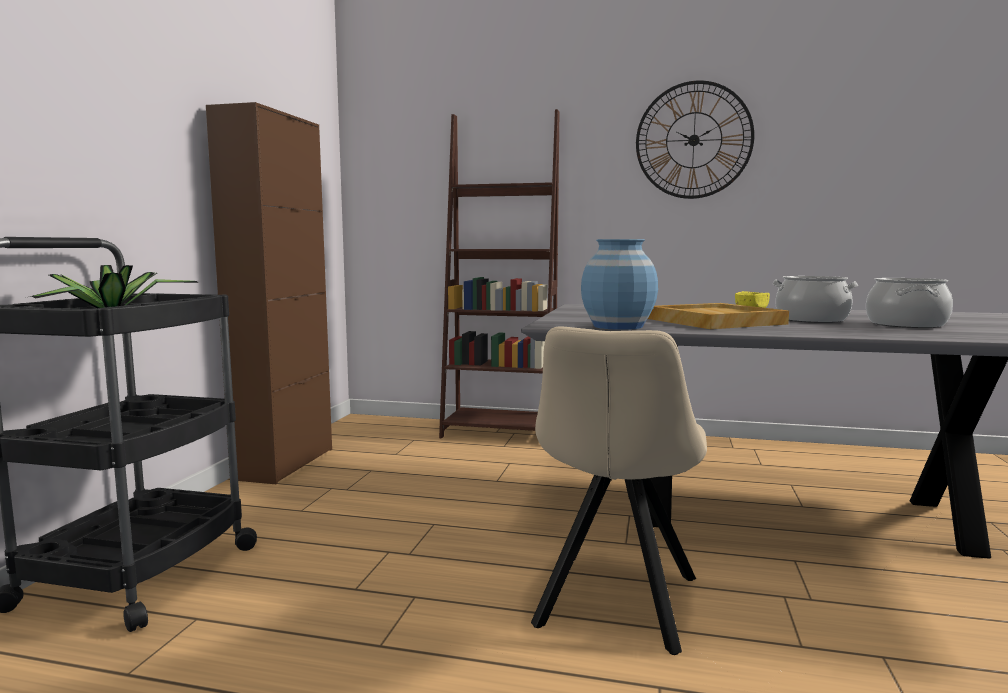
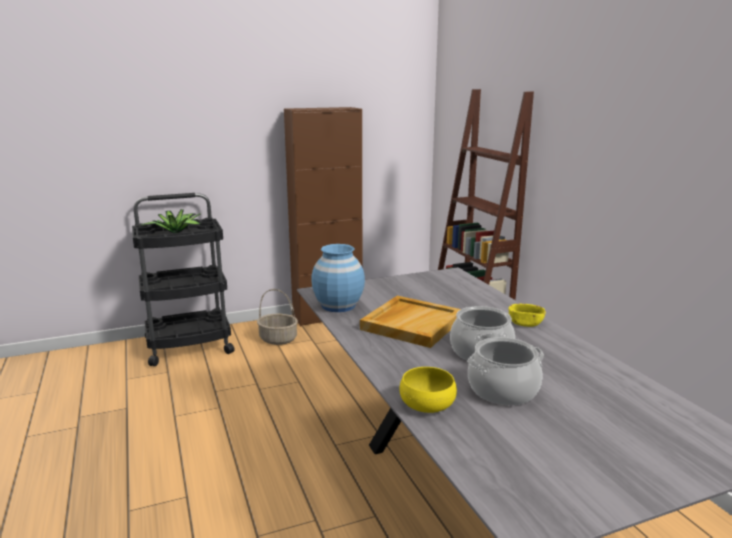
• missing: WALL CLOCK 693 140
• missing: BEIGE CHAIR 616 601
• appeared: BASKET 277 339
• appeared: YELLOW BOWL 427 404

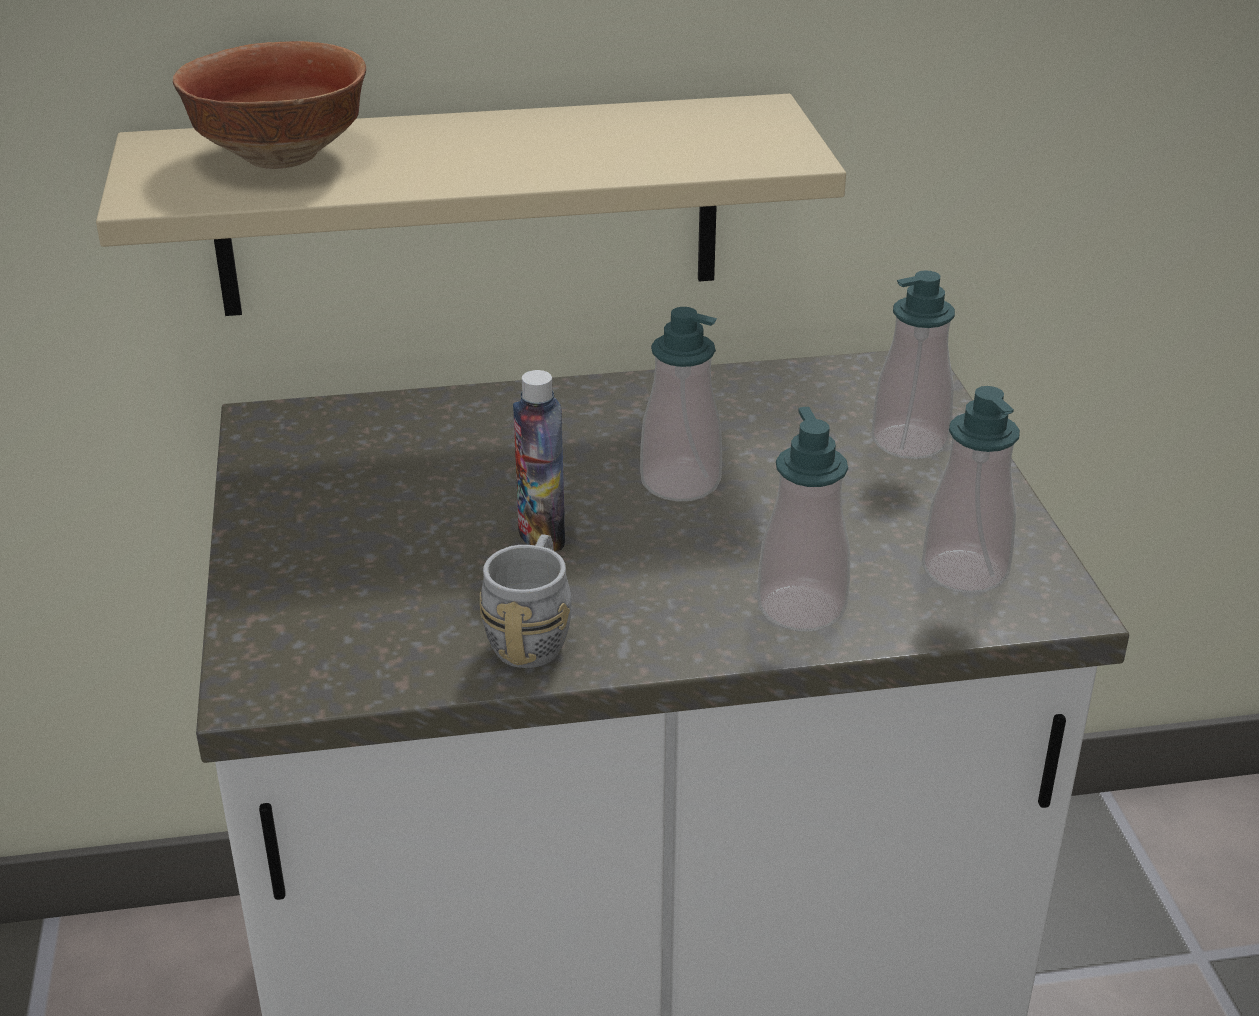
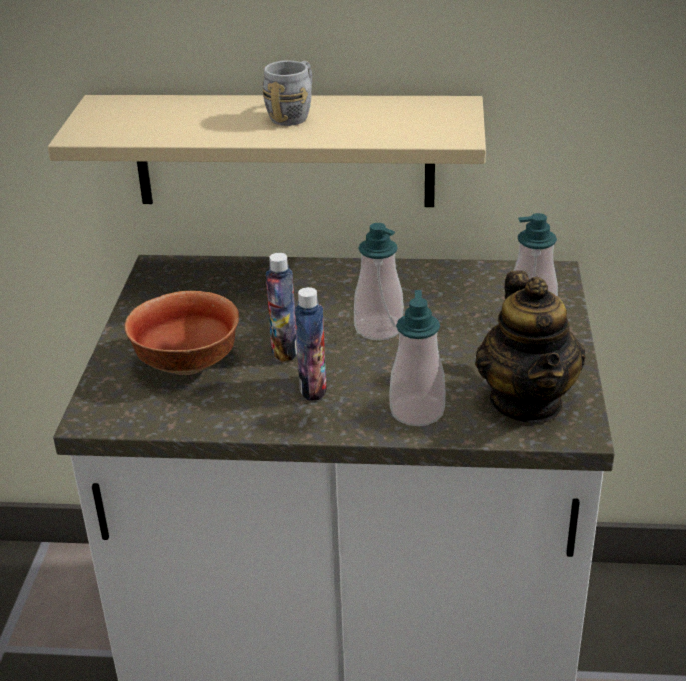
• relocated: BOWL 277 158 to 185 365
• exchanged: SOAP DISPENSER 964 571 to TEAPOT 527 402
• relocated: GREY MUG 533 634 to 294 114
• appeared: BOTTLE 313 388

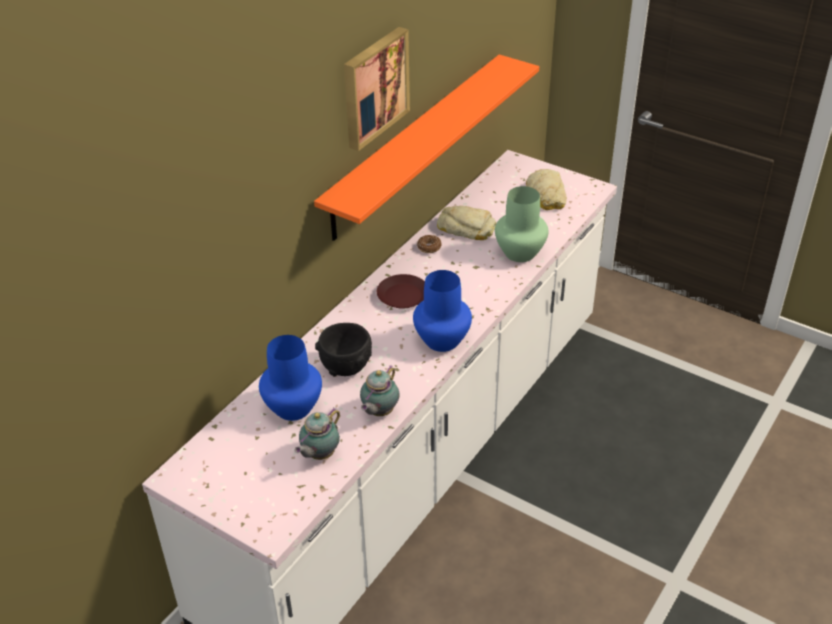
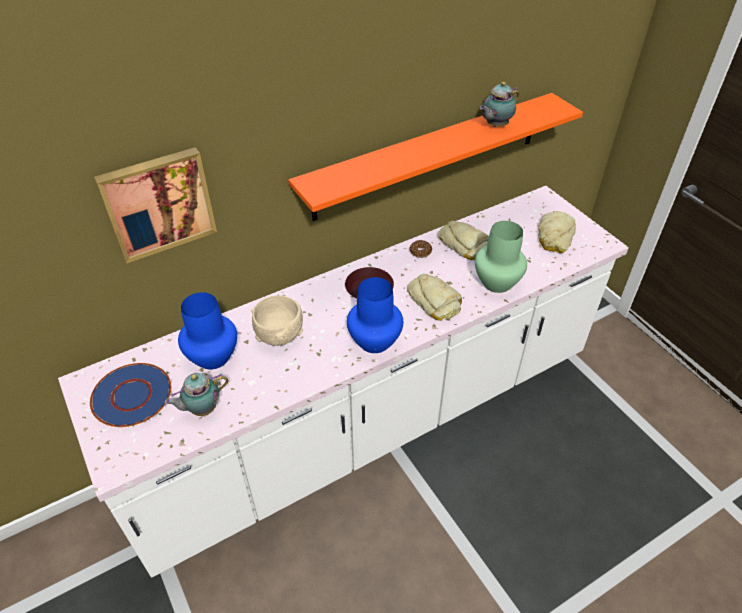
• relocated: PICTURE 373 87 to 158 203
• colour: BLACK BOWL 346 367 to BEIGE BOWL 279 336
• relocated: TEAPOT 379 412 to 495 125
• appeared: BREAD 434 301
• appeared: BLUE PLATE 132 396

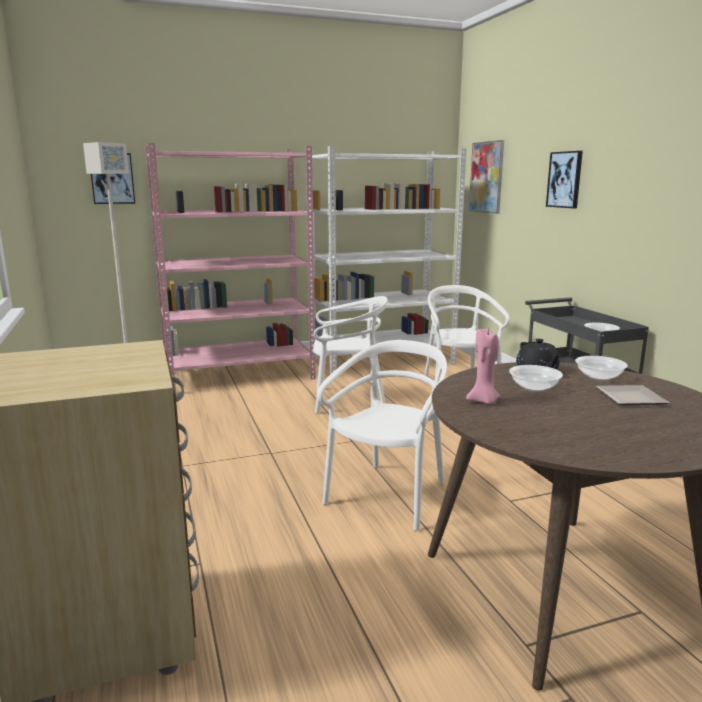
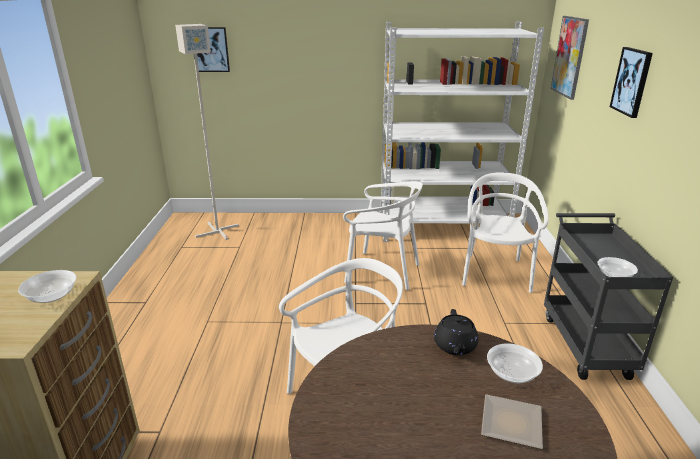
• missing: PINK BOOKCASE 239 375
• missing: PINK CANDLE 484 401
• relocated: BOWL 534 387 to 52 296

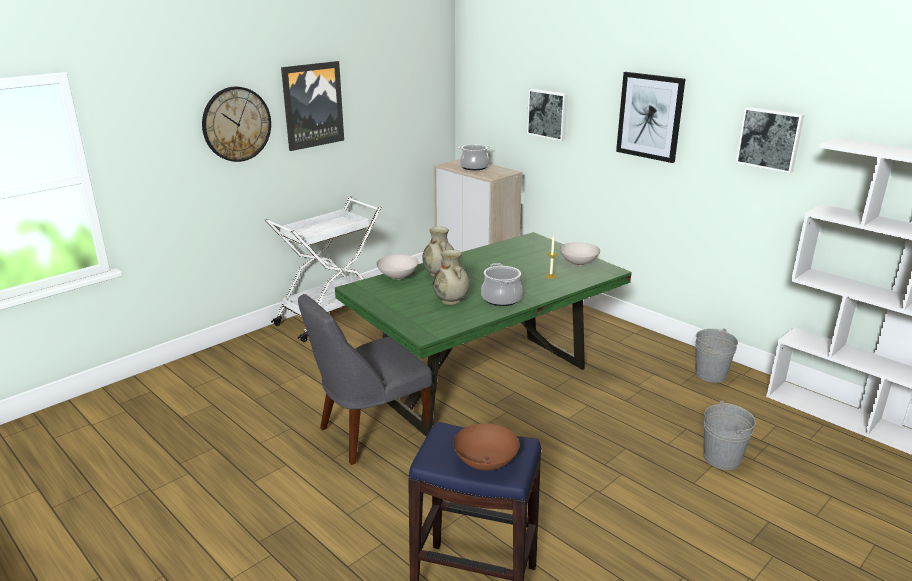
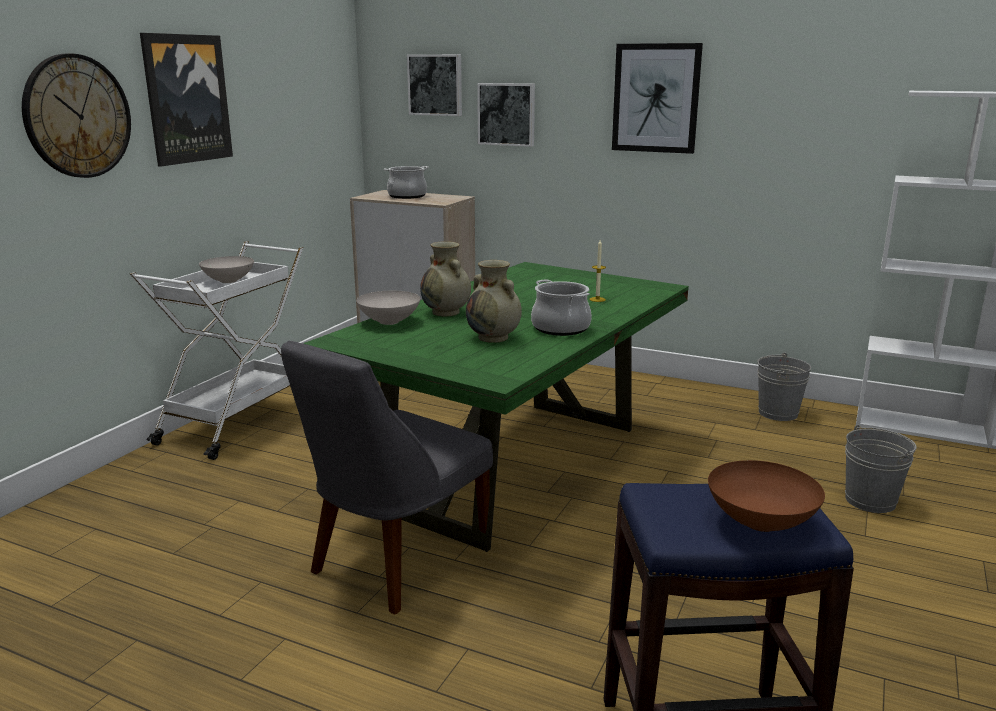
• relocated: PICTURE 770 139 to 436 85
• relocated: WHITE BOWL 578 263 to 228 281

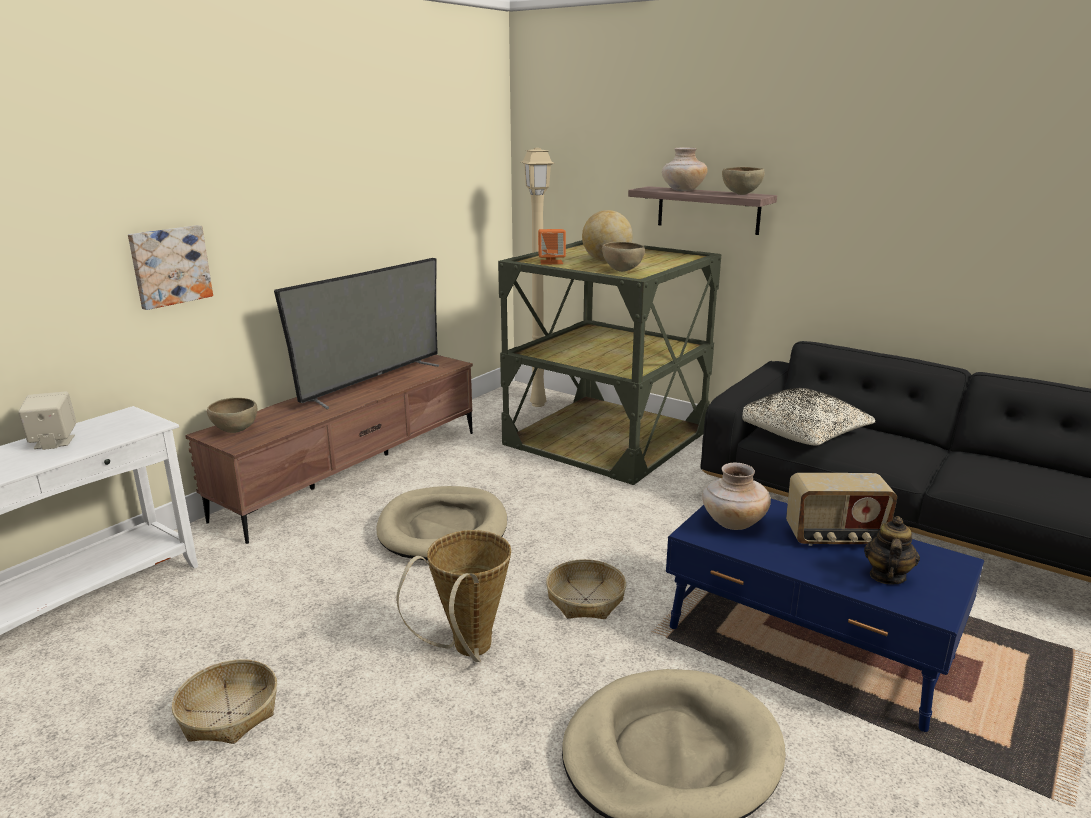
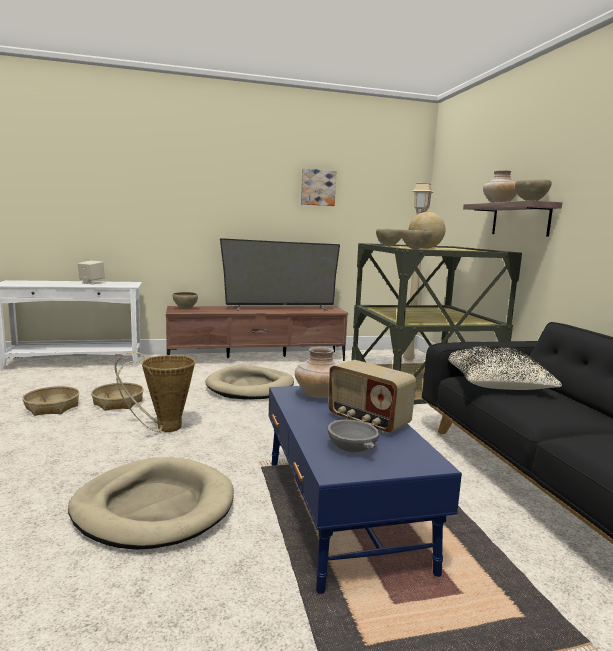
• relocated: PICTURE 170 266 to 318 187
• exchanged: ORANGE SPEAKER 551 262 to BROWN BOWL 388 246
• exchanged: TEAPOT 886 576 to GREY BOWL 351 446
• relocated: BASKET 585 599 to 118 403

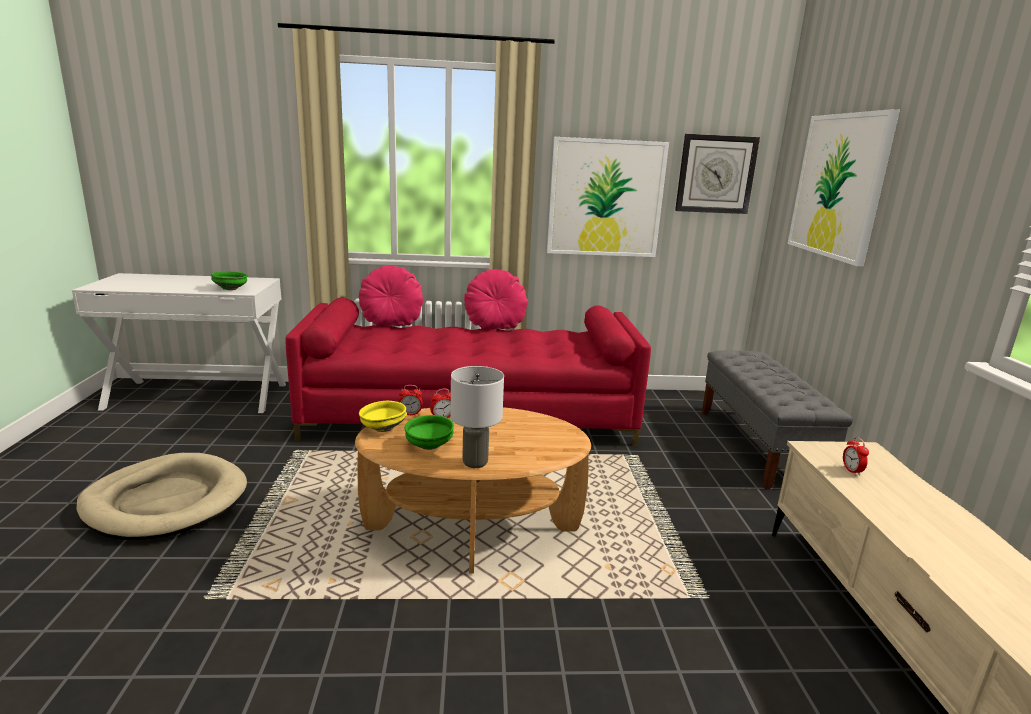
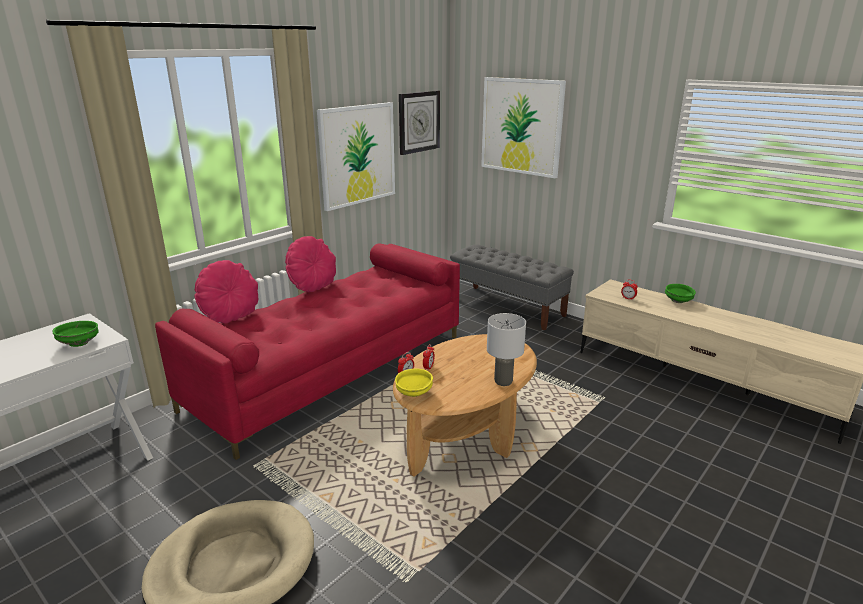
• relocated: GREEN BOWL 428 446 to 678 301

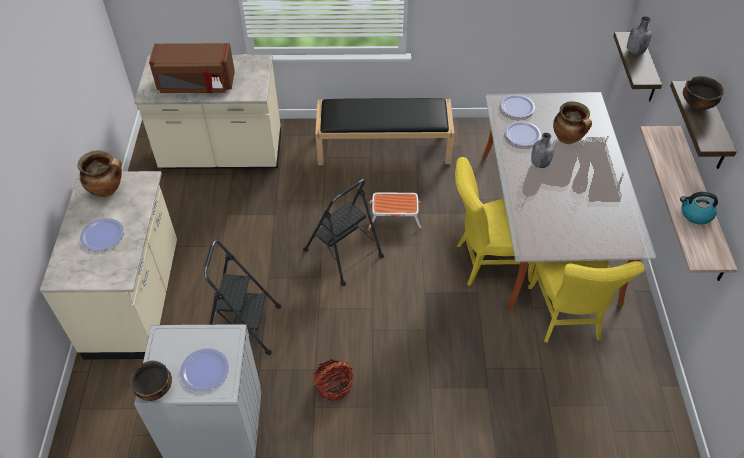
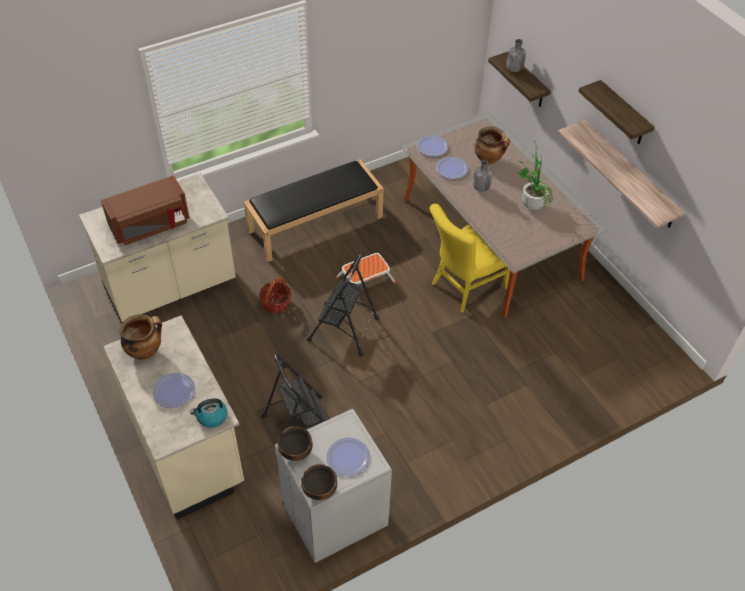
• relocated: BOWL 697 105 to 296 451
• relocated: KETTLE 695 214 to 211 417
• missing: YELLOW CHAIR 566 317
• relocated: BASKET 334 385 to 276 303
• appeared: POTTED PLANT 531 202

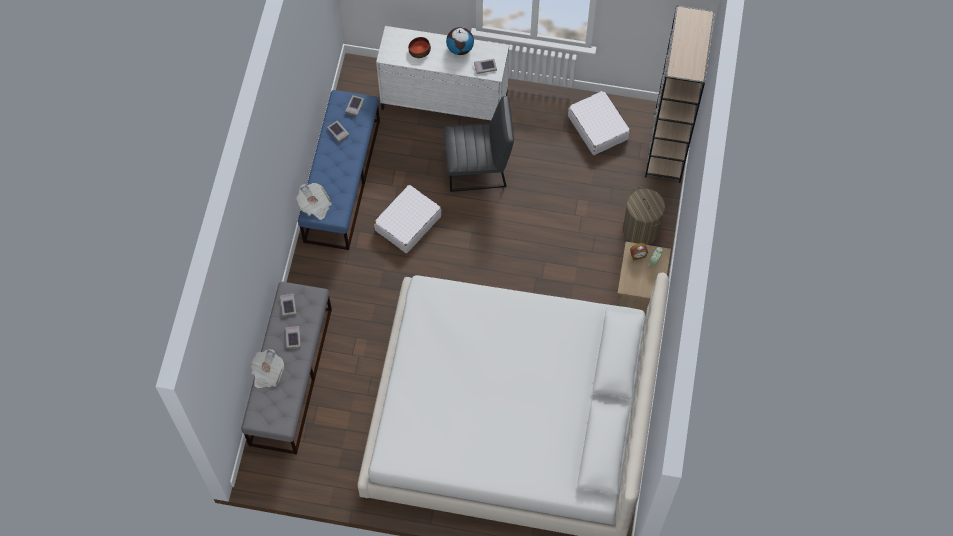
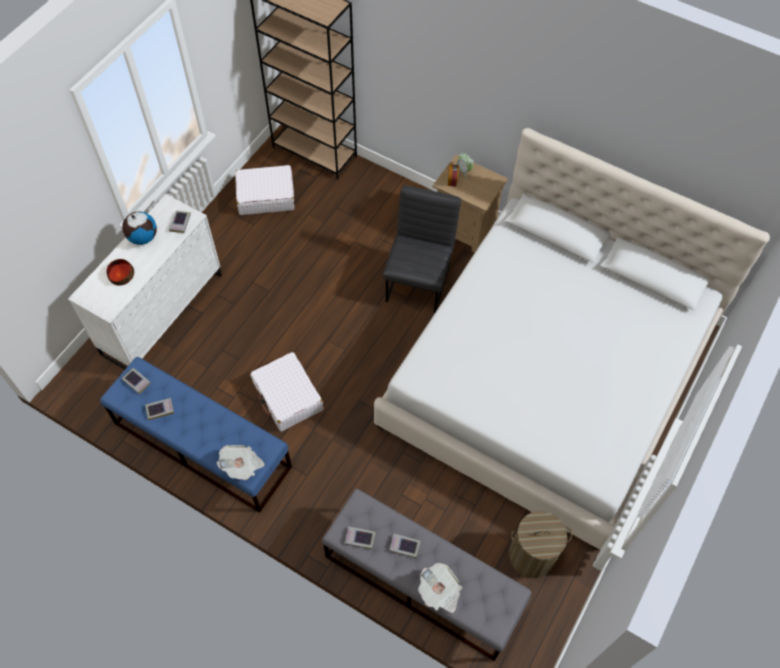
• relocated: GREY CHAIR 478 169 to 419 281
• relocated: LAUNDRY BASKET 640 229 to 532 555

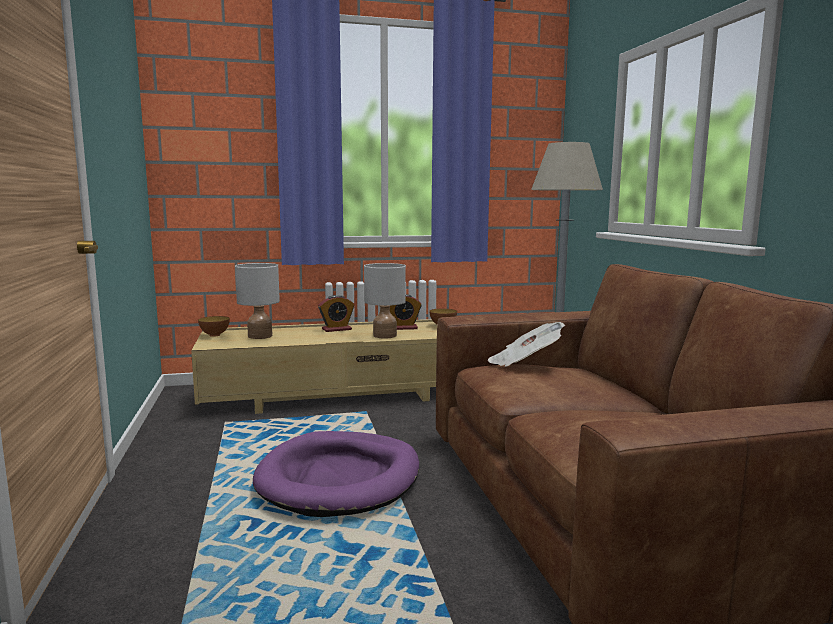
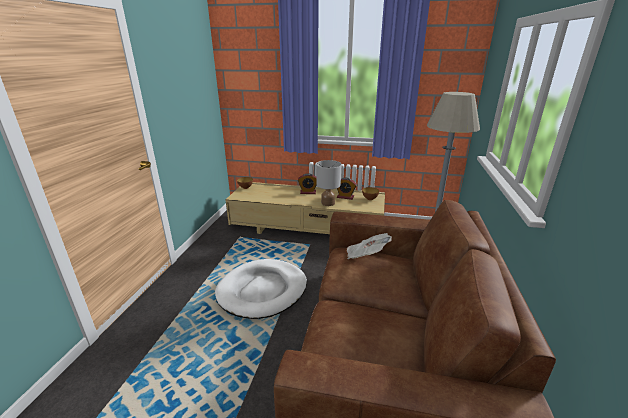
• missing: GREY TABLE LAMP 260 336
• colour: PURPLE DOG BED 340 478 to WHITE DOG BED 263 290

